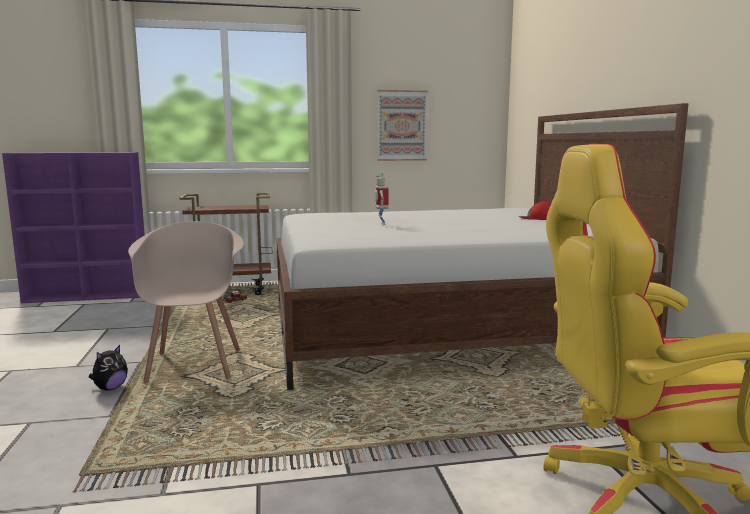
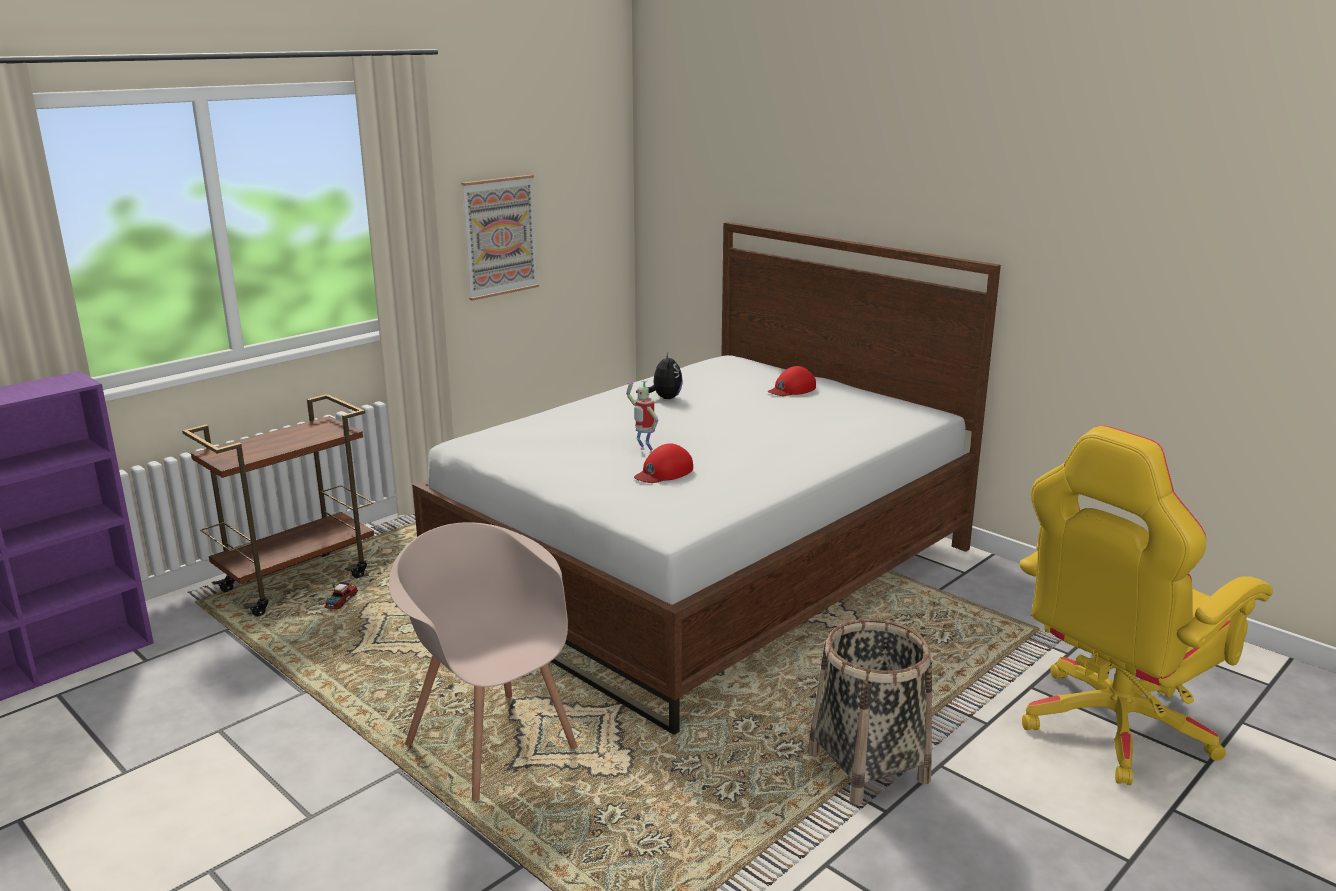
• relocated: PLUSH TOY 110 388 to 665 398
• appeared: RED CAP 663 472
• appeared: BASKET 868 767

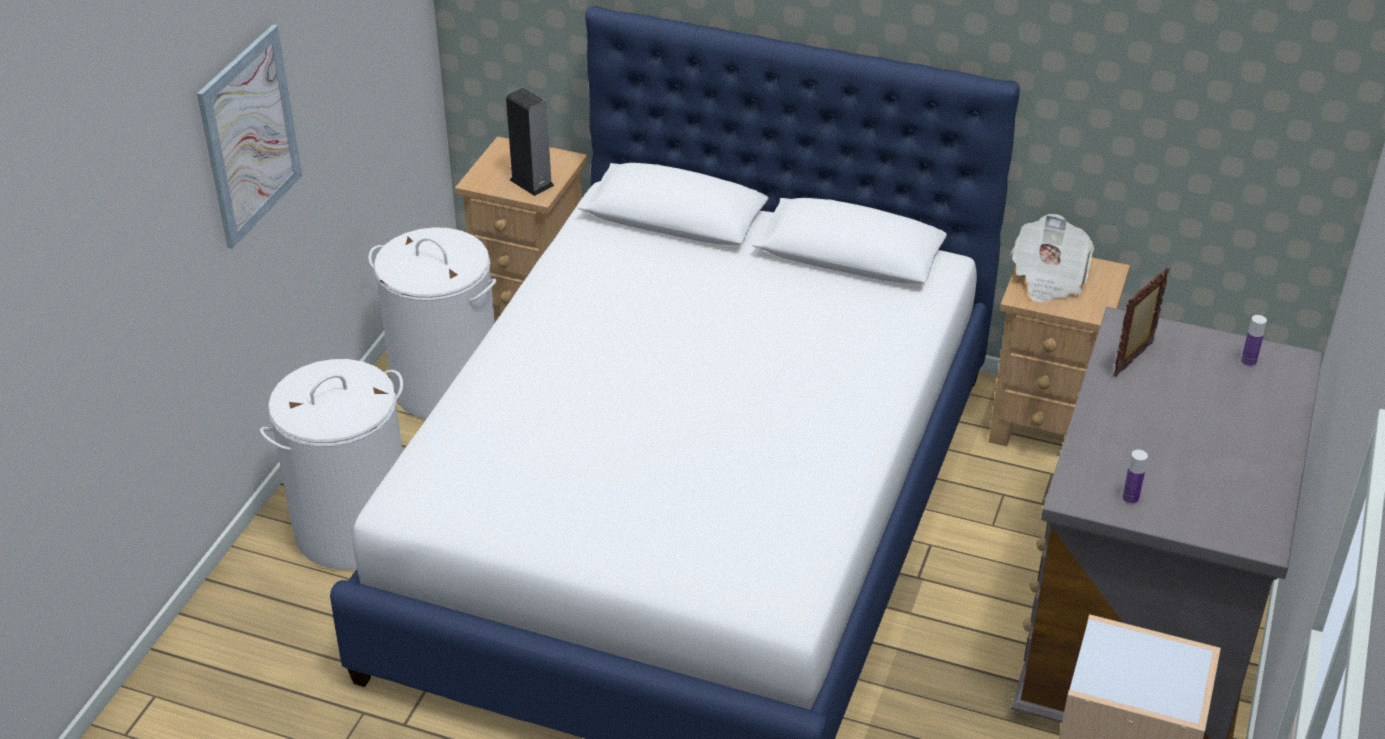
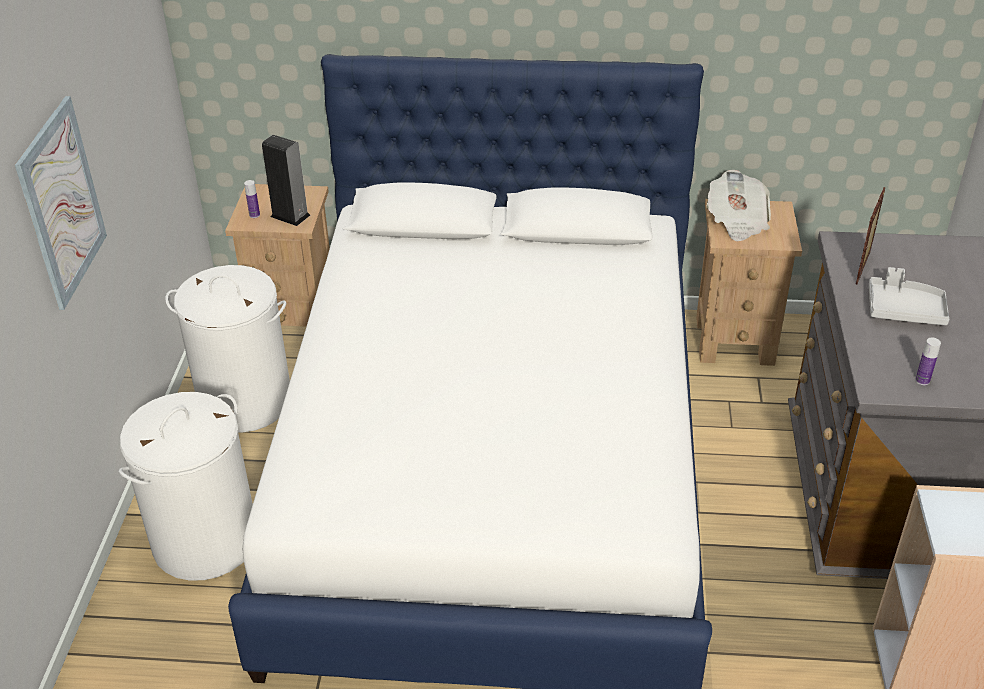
• relocated: BOTTLE 1248 362 to 254 215
• appeared: GREY TRAY 904 310

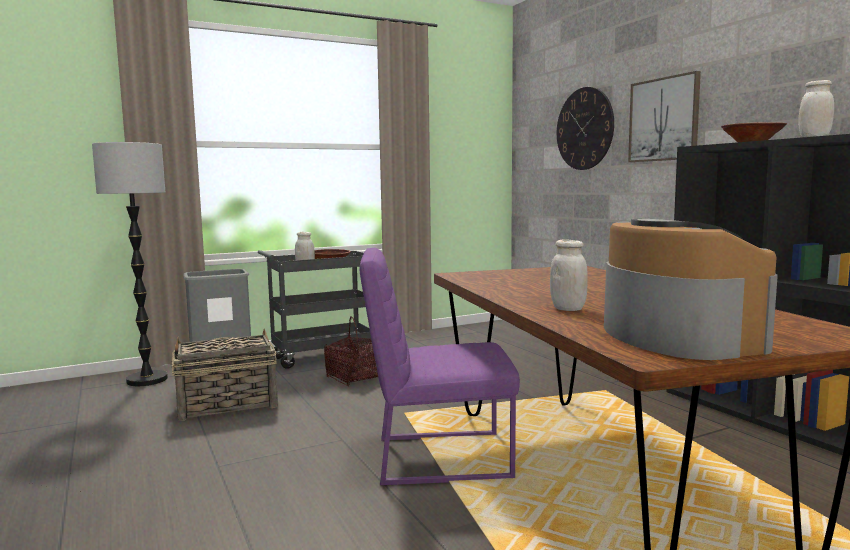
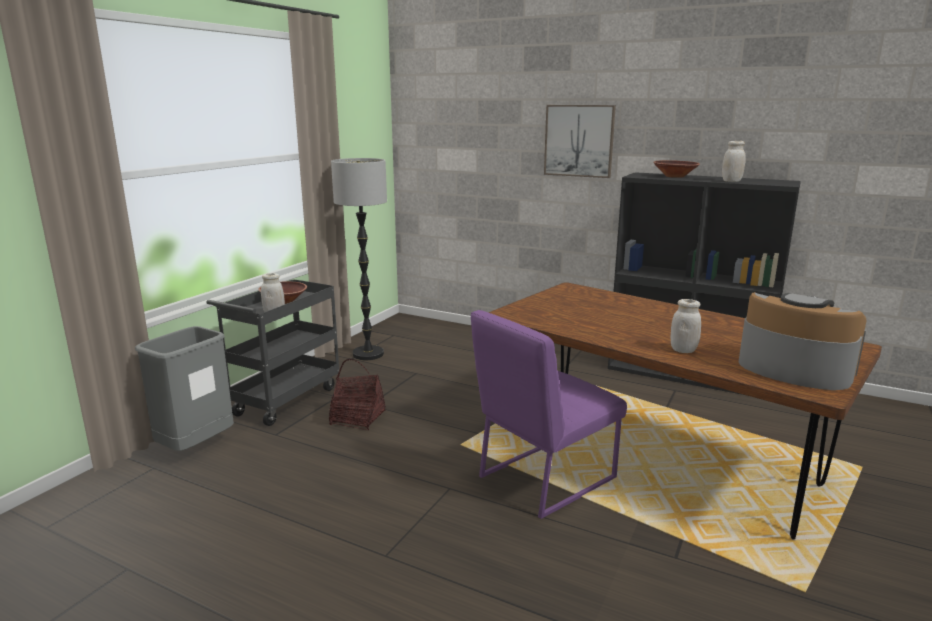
• missing: WALL CLOCK 584 129
• relocated: FLOOR LAMP 147 380 to 368 354
• missing: BASKET 226 405

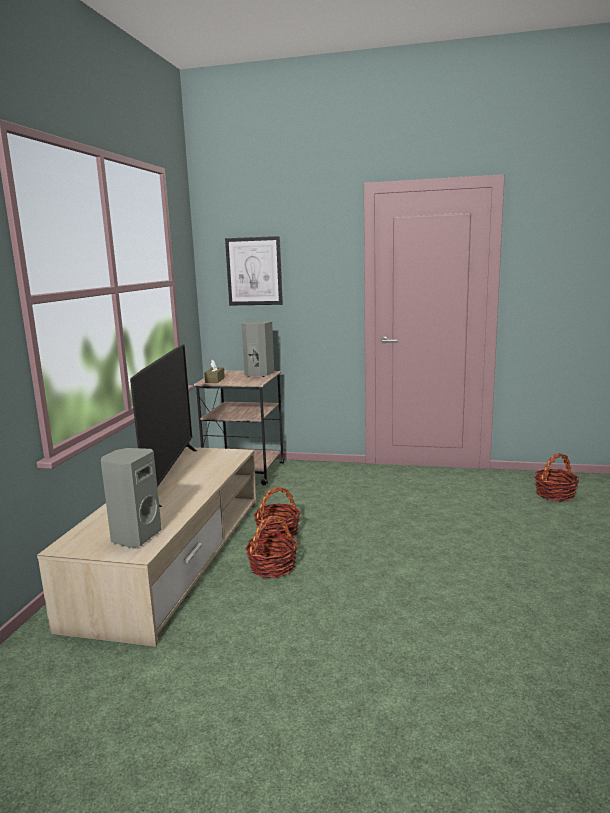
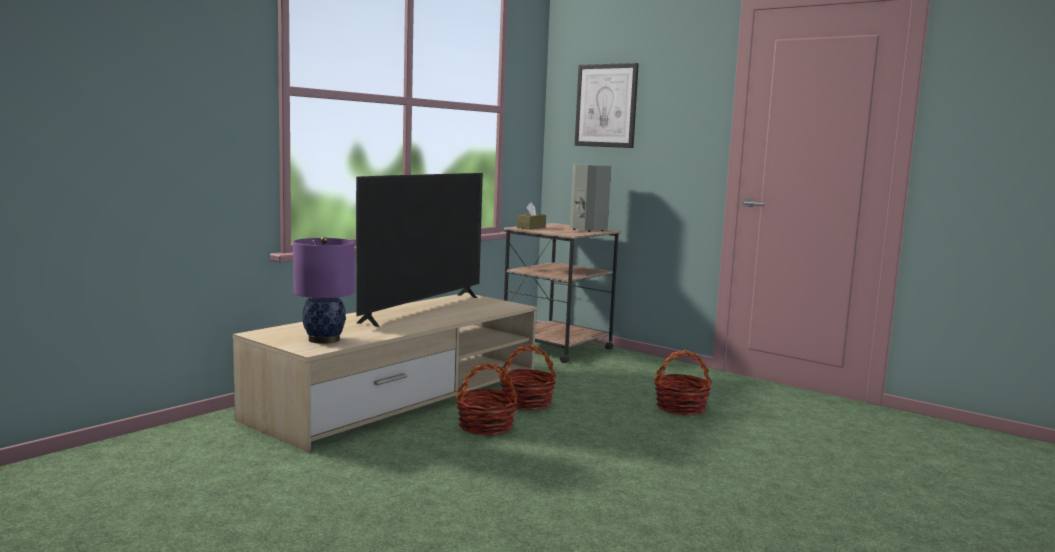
• exchanged: GREY SPEAKER 134 537 to PURPLE TABLE LAMP 324 339
• relocated: BASKET 555 494 to 681 407

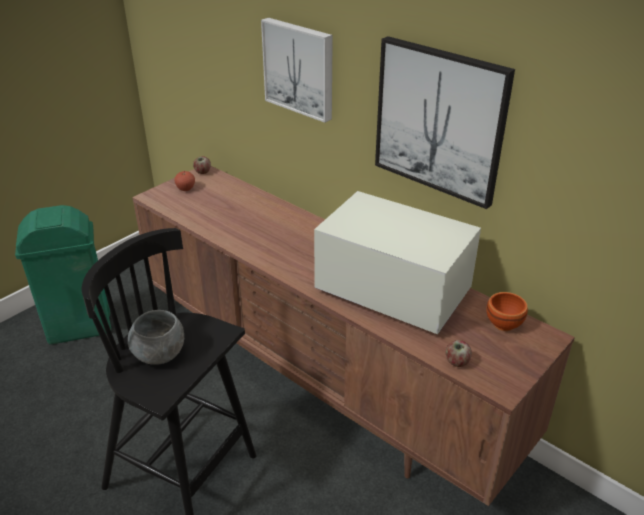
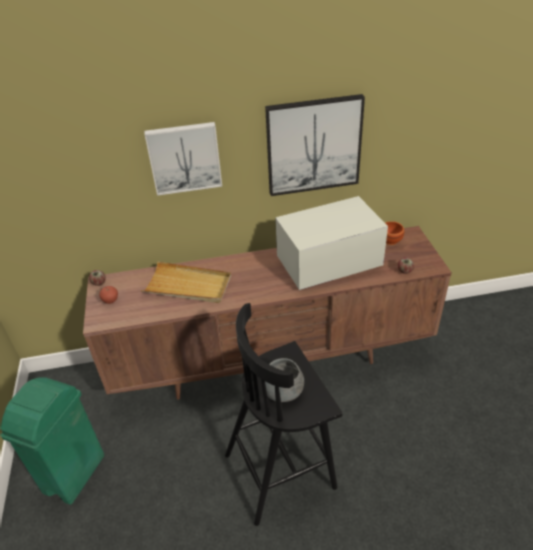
• appeared: BEIGE TRAY 188 285

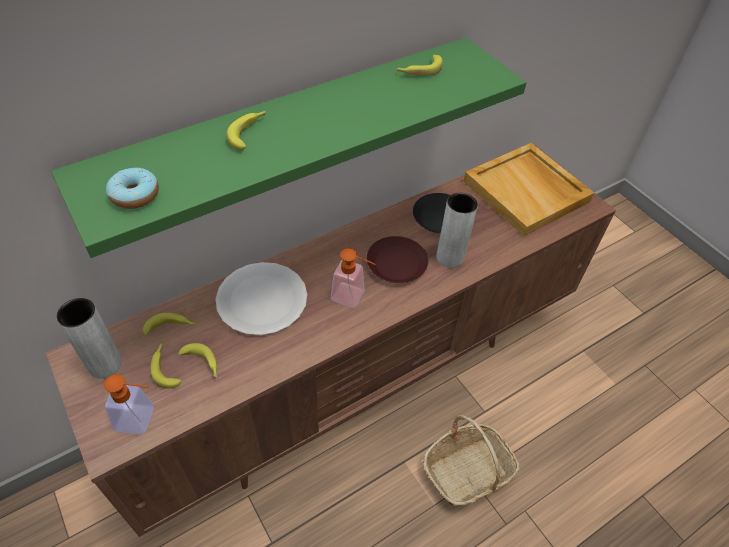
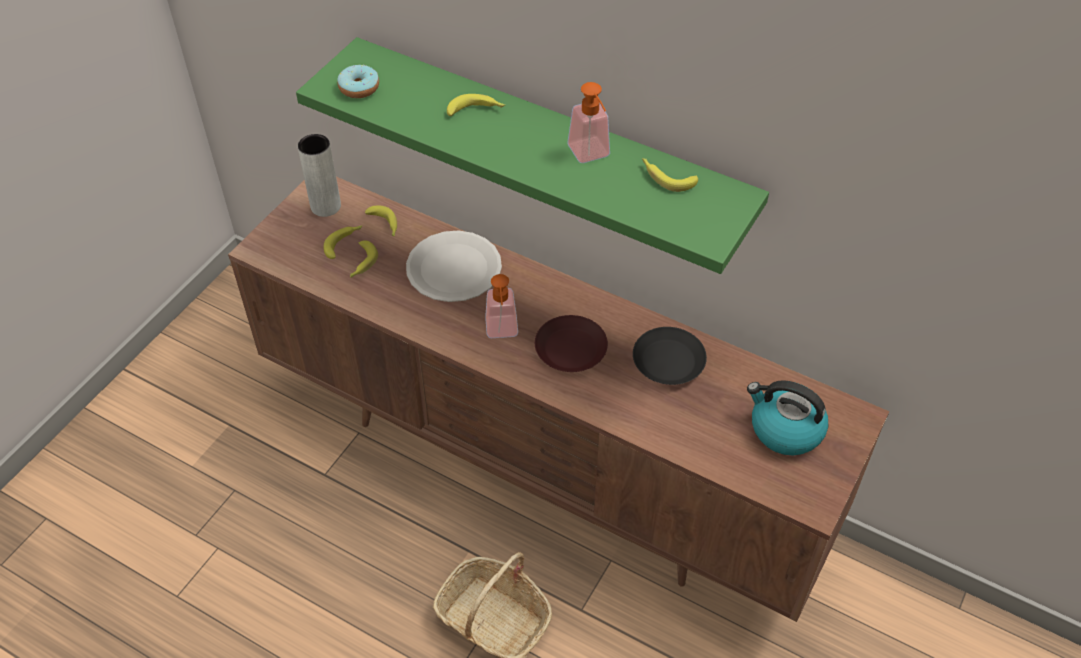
• exchanged: BEIGE TRAY 527 191 to KETTLE 784 429
• missing: GREY VASE 450 257
• relocated: SOAP DISPENSER 142 420 to 591 155

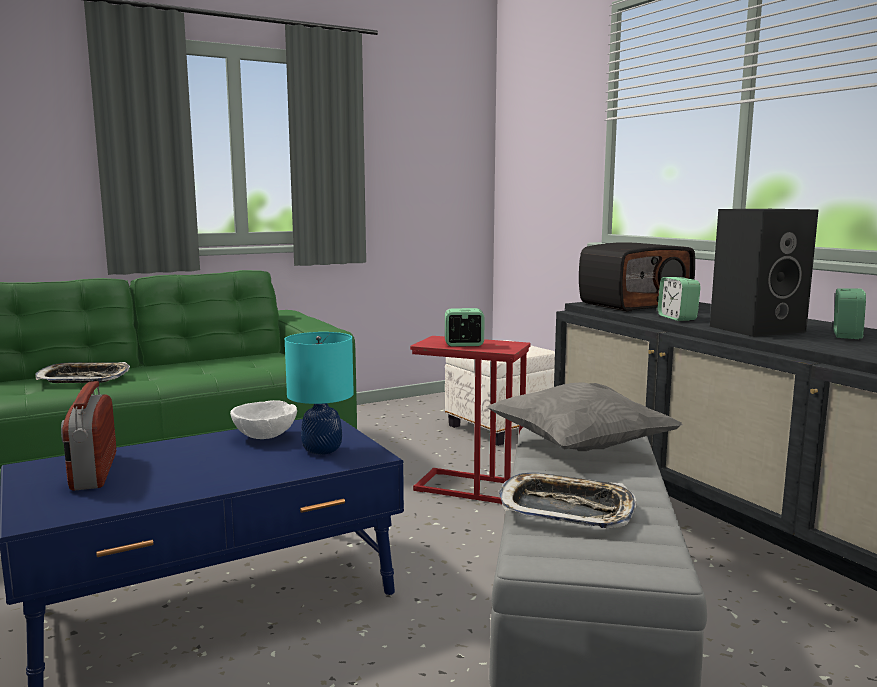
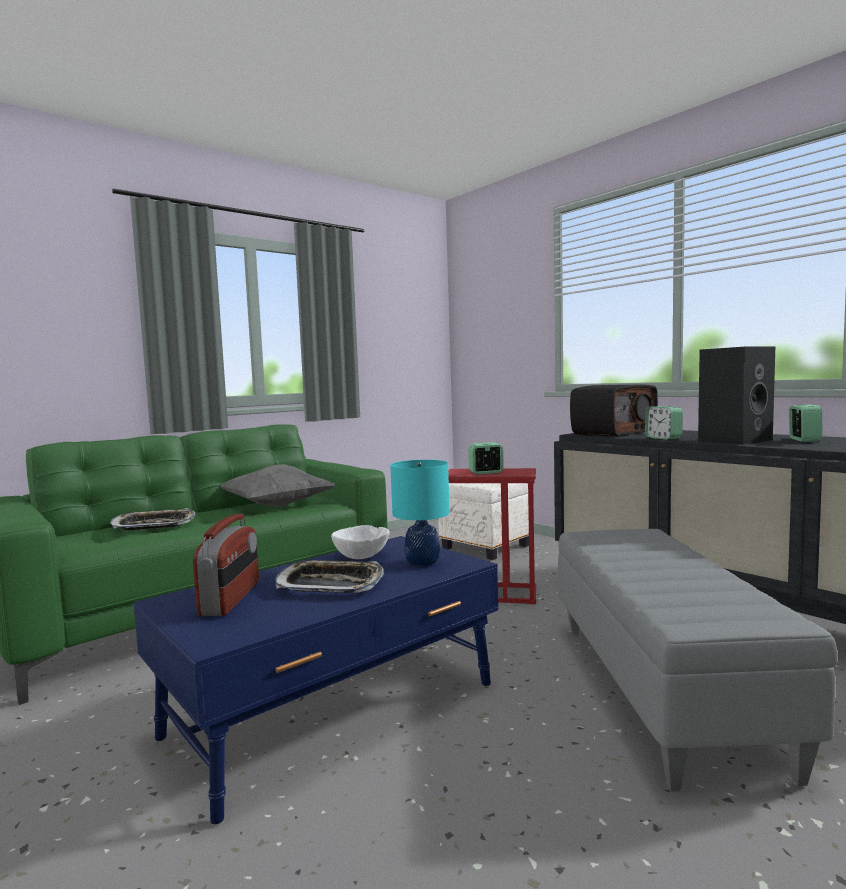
• spun: RADIO 93 472 = 231 598 150 degrees counterclockwise
• relocated: GREY PILLOW 579 447 to 277 506
• relocated: TRAY 566 509 to 330 584

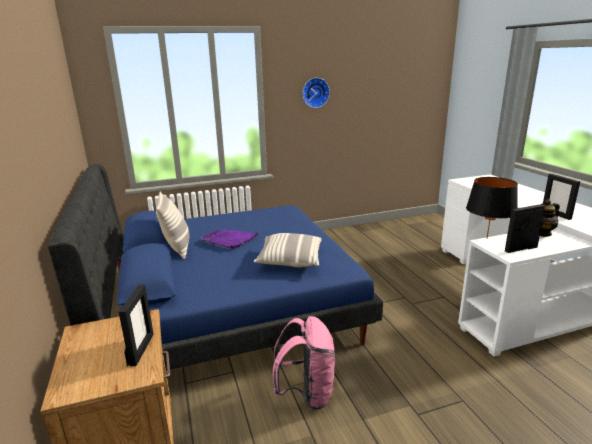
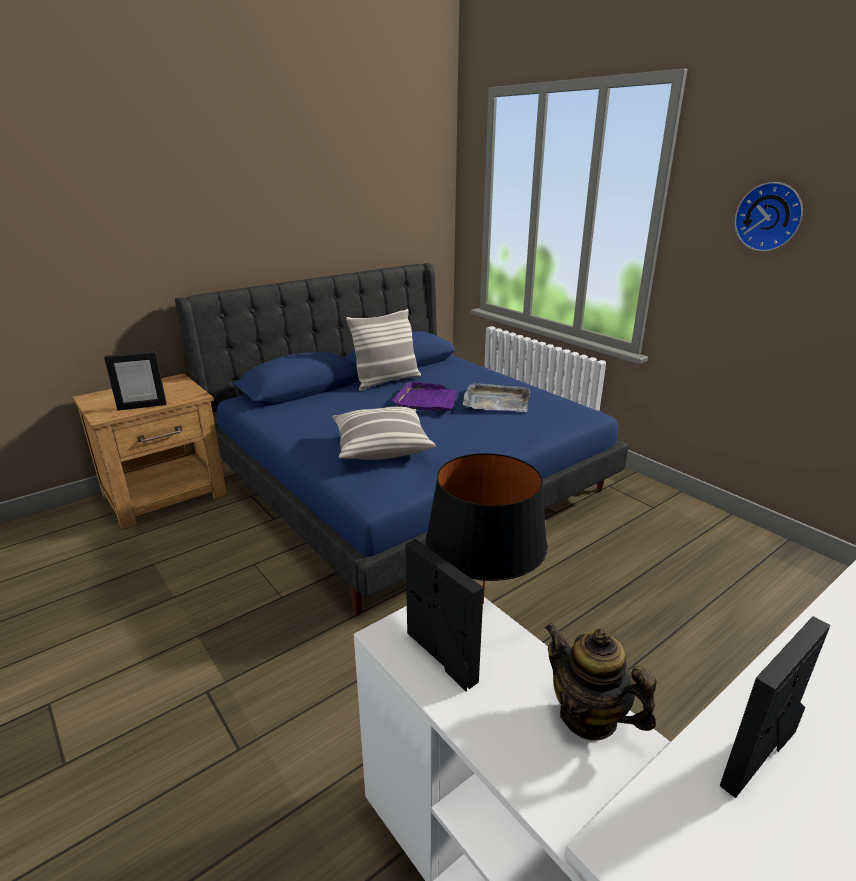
• missing: PINK BACKPACK 307 394
• appeared: GREY TRAY 496 401

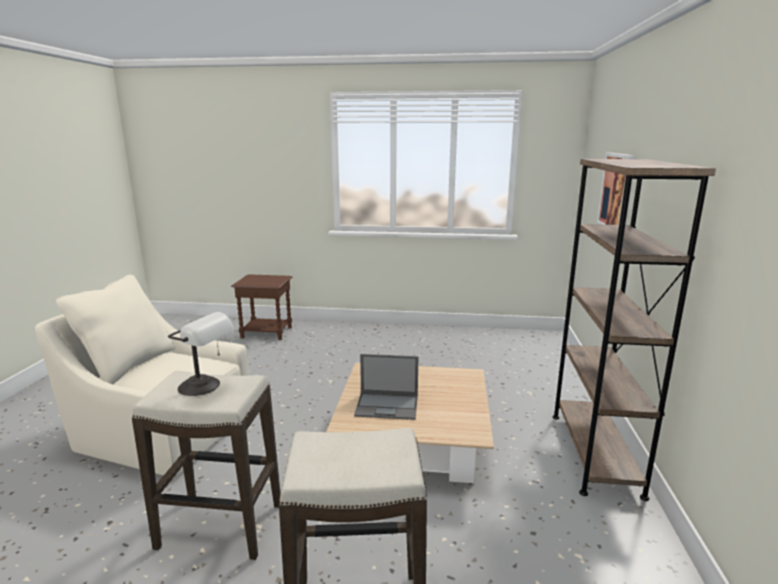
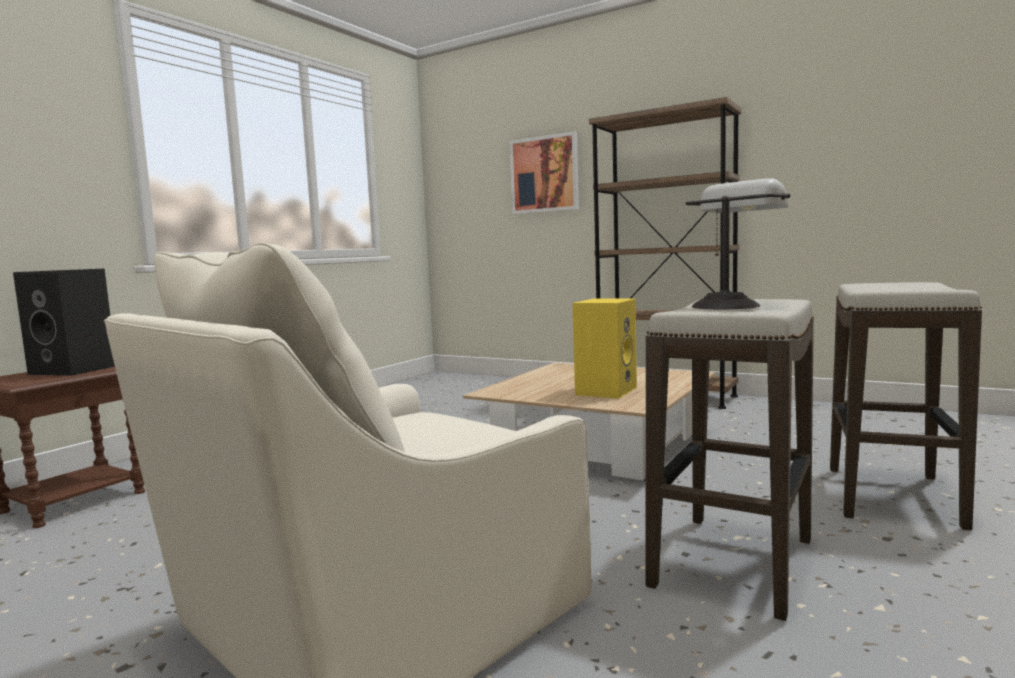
• exchanged: LAPTOP 388 406 to YELLOW SPEAKER 605 390
• appeared: BLACK SPEAKER 76 370

